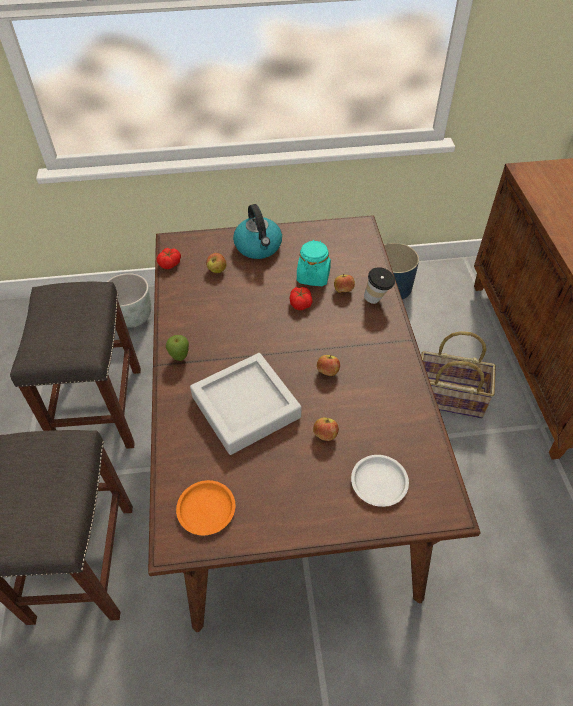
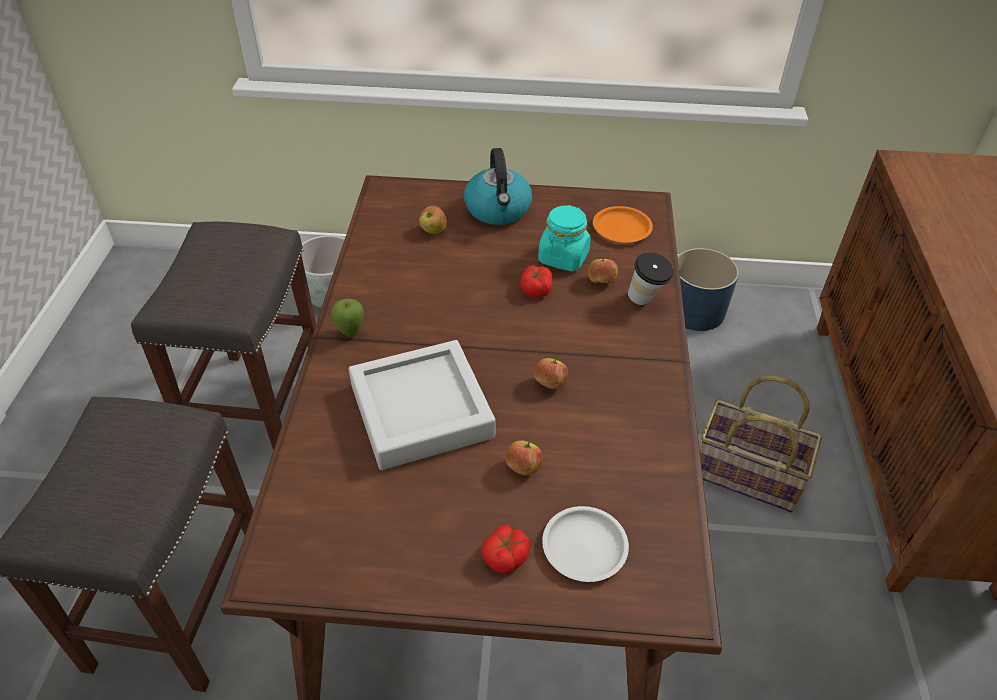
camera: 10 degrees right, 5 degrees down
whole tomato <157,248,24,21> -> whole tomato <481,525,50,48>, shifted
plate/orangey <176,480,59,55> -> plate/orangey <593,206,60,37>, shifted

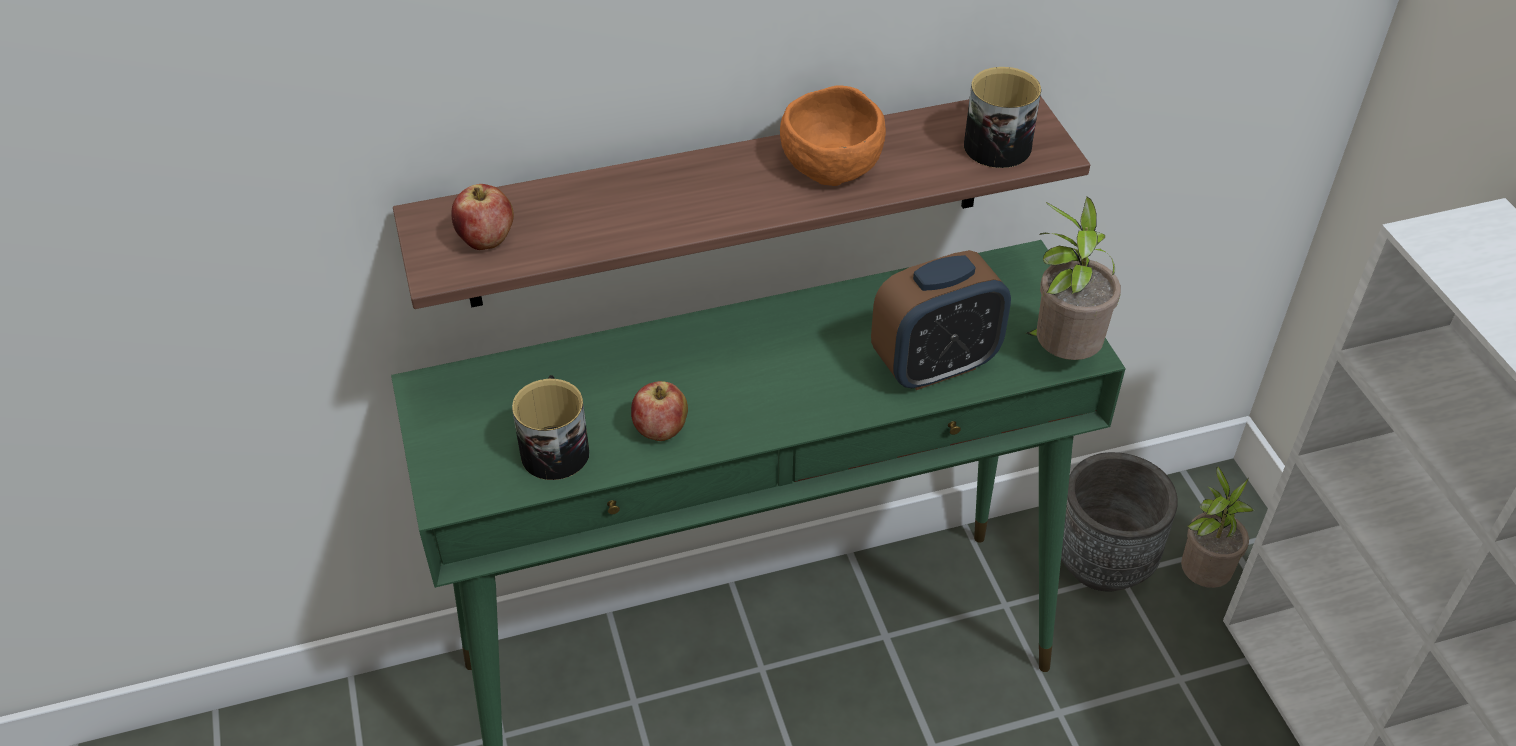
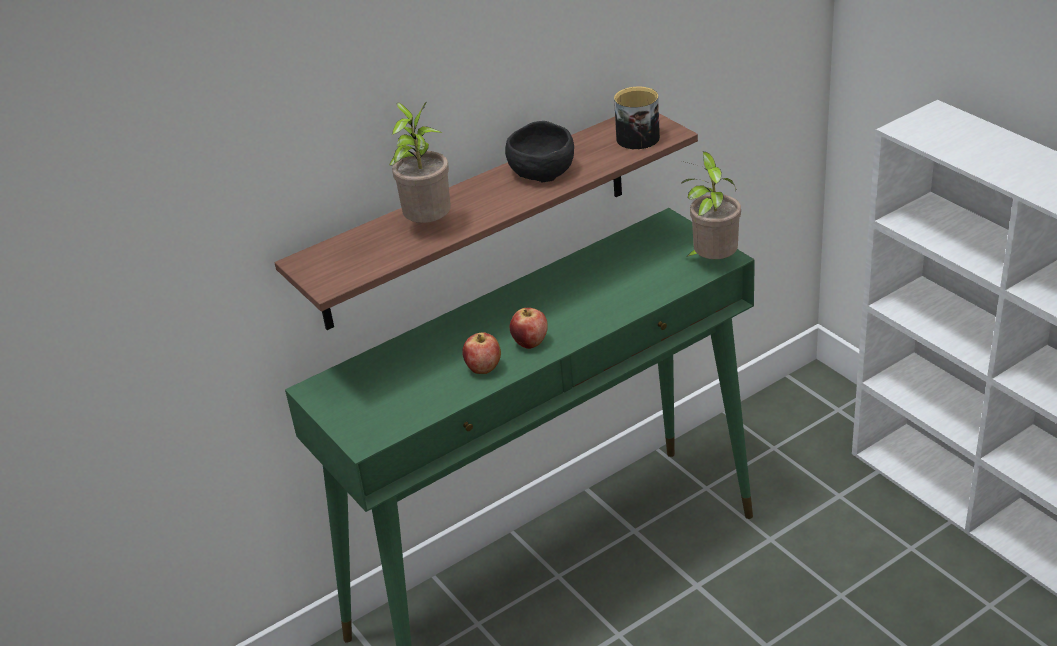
camera: 15 degrees left, 10 degrees down
bowl/orangey <780,85,106,101> -> bowl/black <505,121,69,61>
whole apple <451,184,63,66> -> whole apple <510,308,38,41>, shifted
table clock <871,250,140,140> -> none
coffee mug <512,375,77,105> -> none
flower pot/grey <1061,452,117,140> -> none
potted plant <1181,466,73,122> -> potted plant <389,102,62,121>, shifted

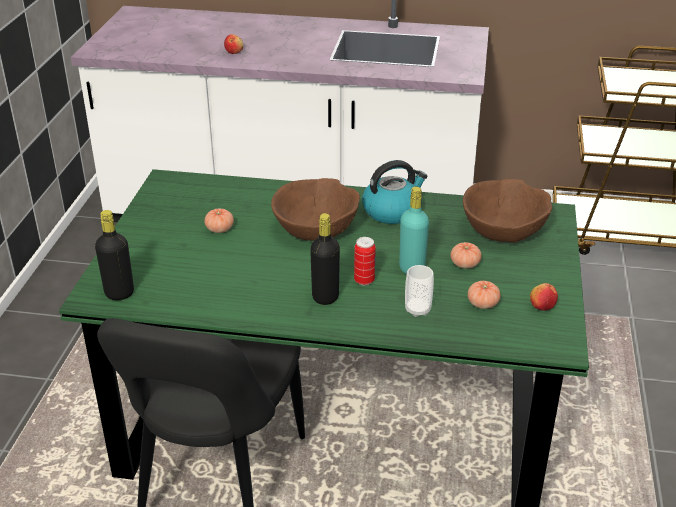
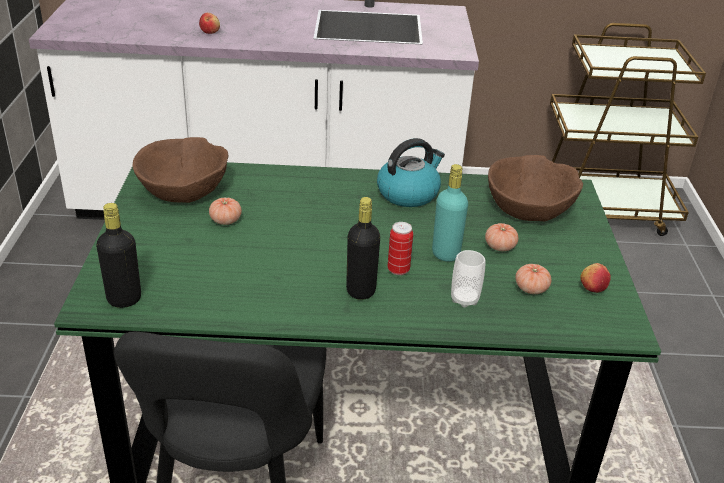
camera: 10 degrees left, 0 degrees up
bowl/brownish <271,178,89,63> -> bowl/brownish <133,137,95,66>, shifted

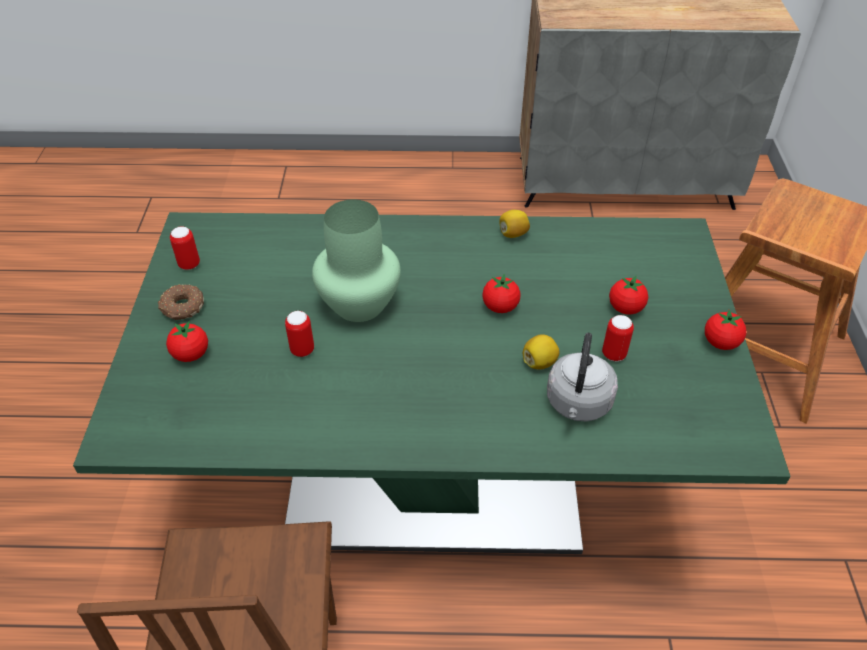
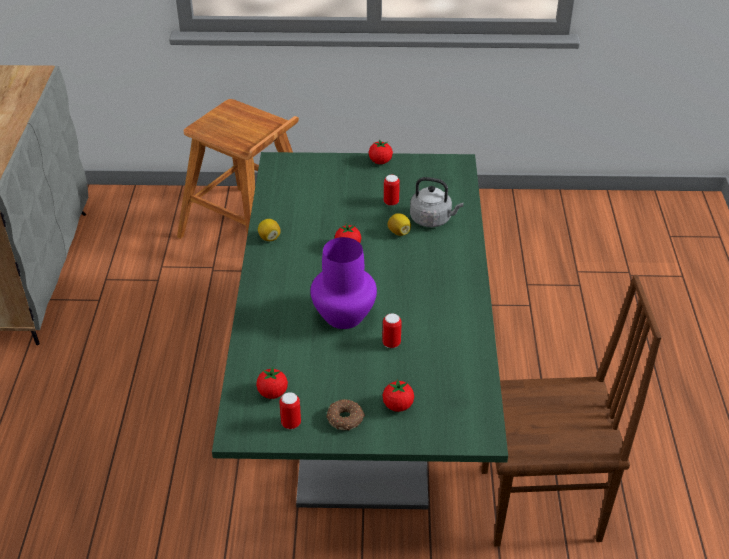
camera: 90 degrees left, 5 degrees down
vase/green <312,199,89,123> -> vase/purple <310,237,67,92>
whole tomato <609,276,39,38> -> whole tomato <256,367,32,32>, shifted

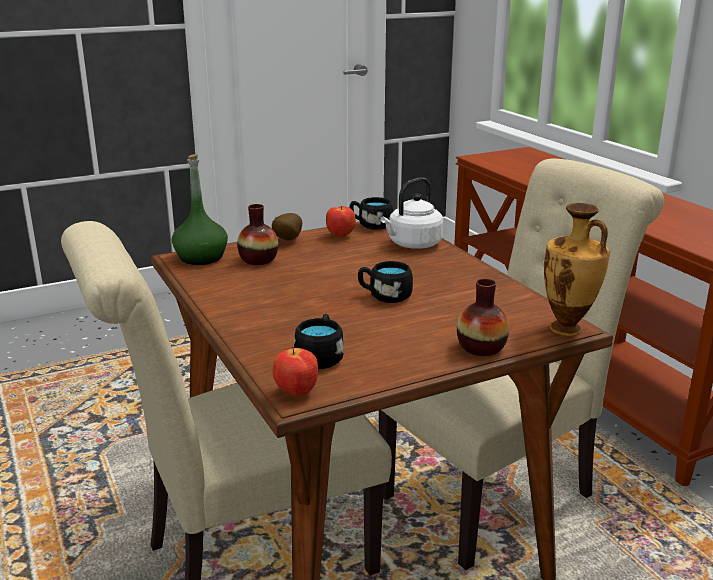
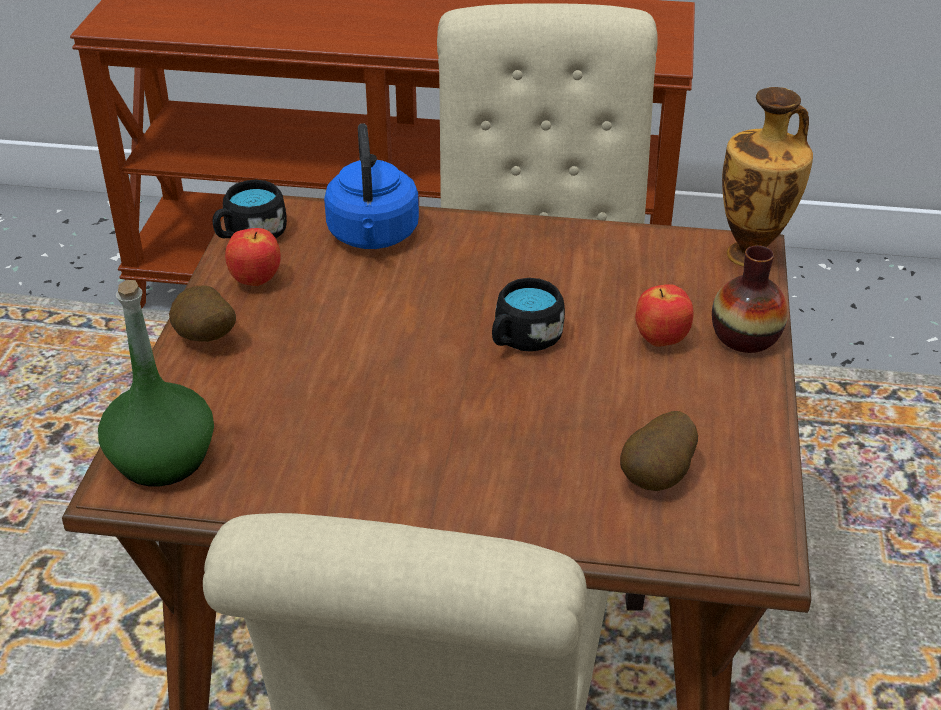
camera: 55 degrees left, 15 degrees up
tea kettle/white <380,177,63,72> -> tea kettle/blue <324,123,95,126>
vase <237,204,41,61> -> none
coffee mug/black <294,314,50,55> -> whole potato <620,411,78,80>
whole apple <273,347,45,50> -> whole apple <635,284,58,63>, shifted

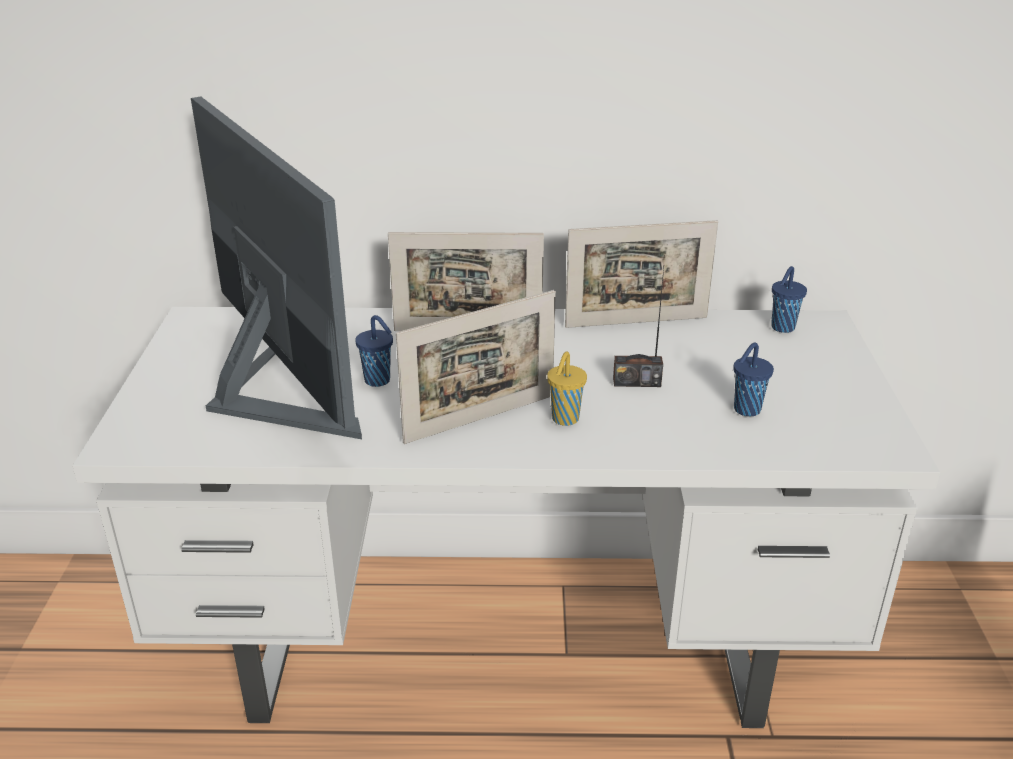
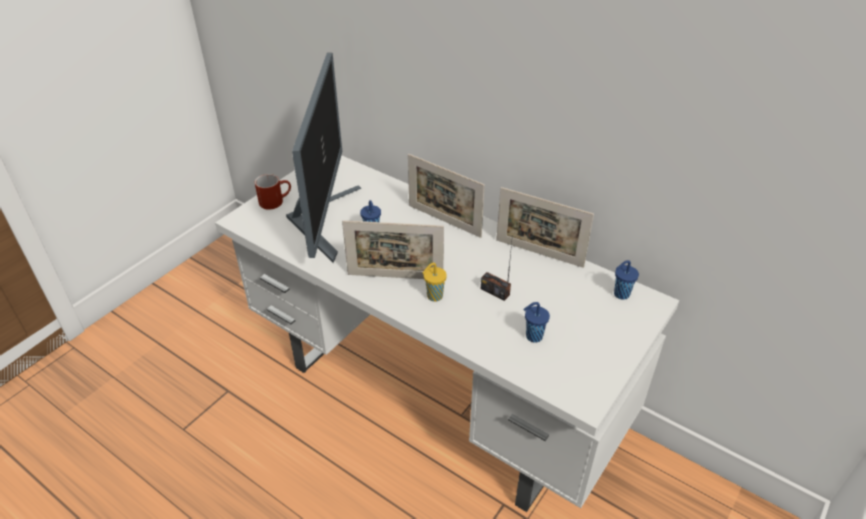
camera: 35 degrees right, 10 degrees up
none -> coffee mug/red <255,174,36,35>

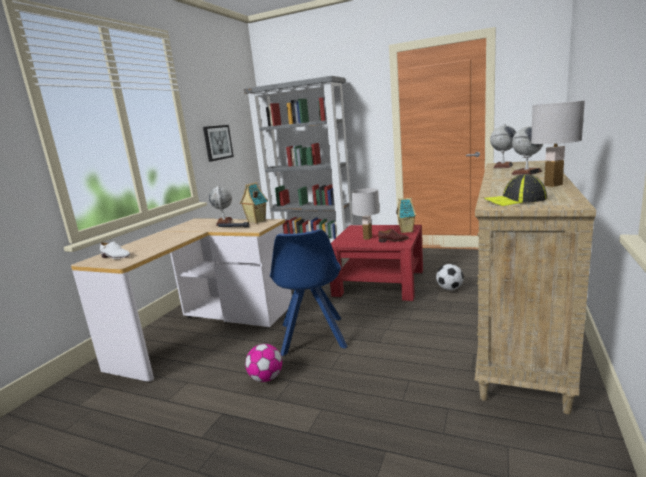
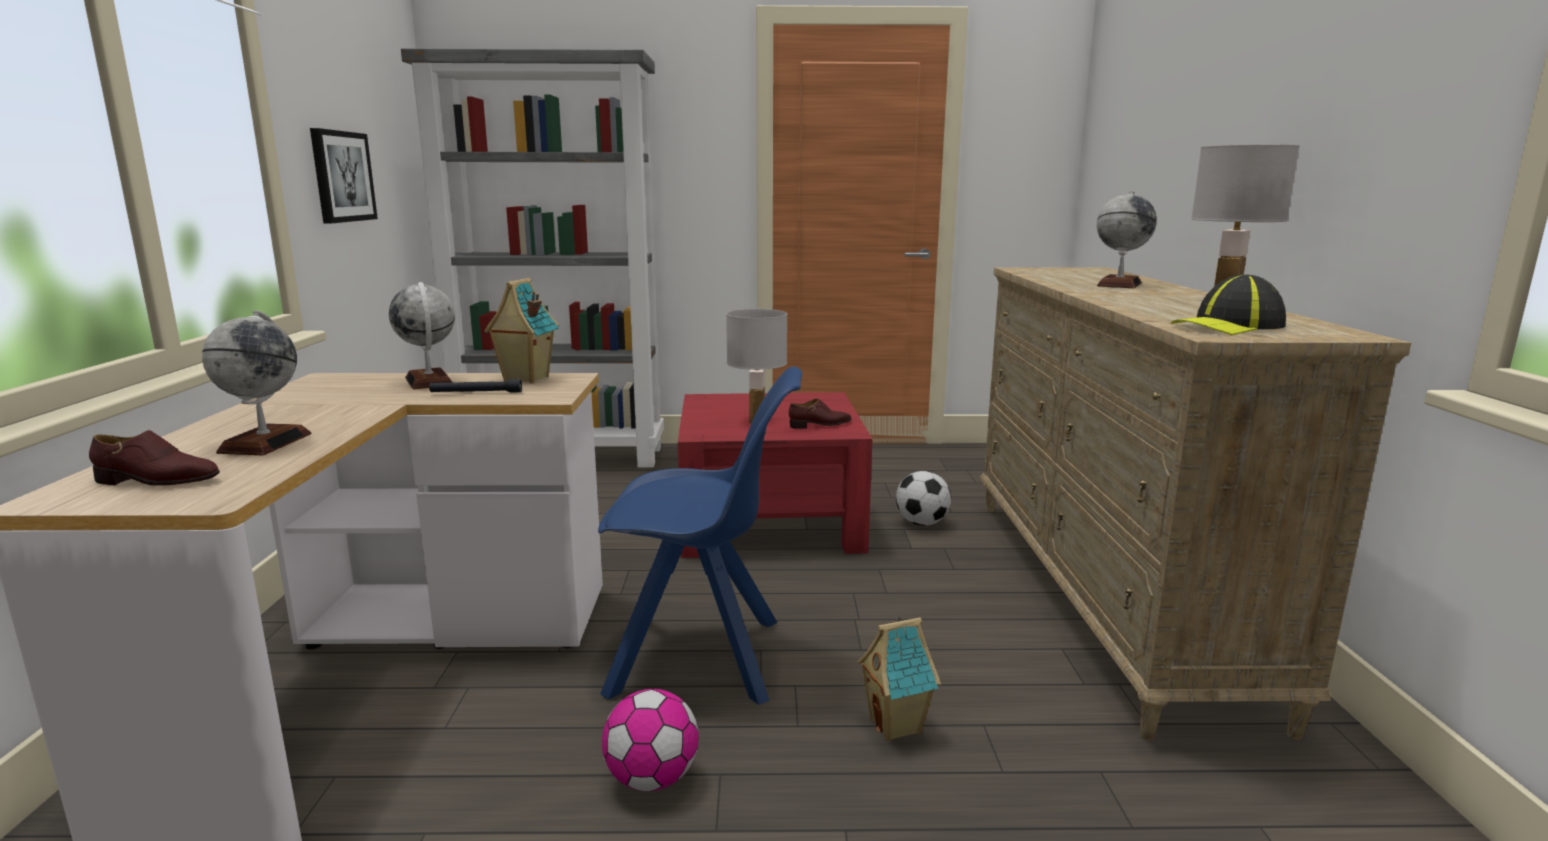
camera: 25 degrees left, 0 degrees up
desk globe <490,124,26,44> -> desk globe <202,310,110,145>, shifted
model house <396,198,20,35> -> model house <857,616,84,125>, shifted
plain chair/blue <270,229,78,127> -> plain chair/blue <598,366,204,339>, 60 degrees counterclockwise
item of footwear/white <100,241,30,18> -> item of footwear/brownish <89,430,131,56>

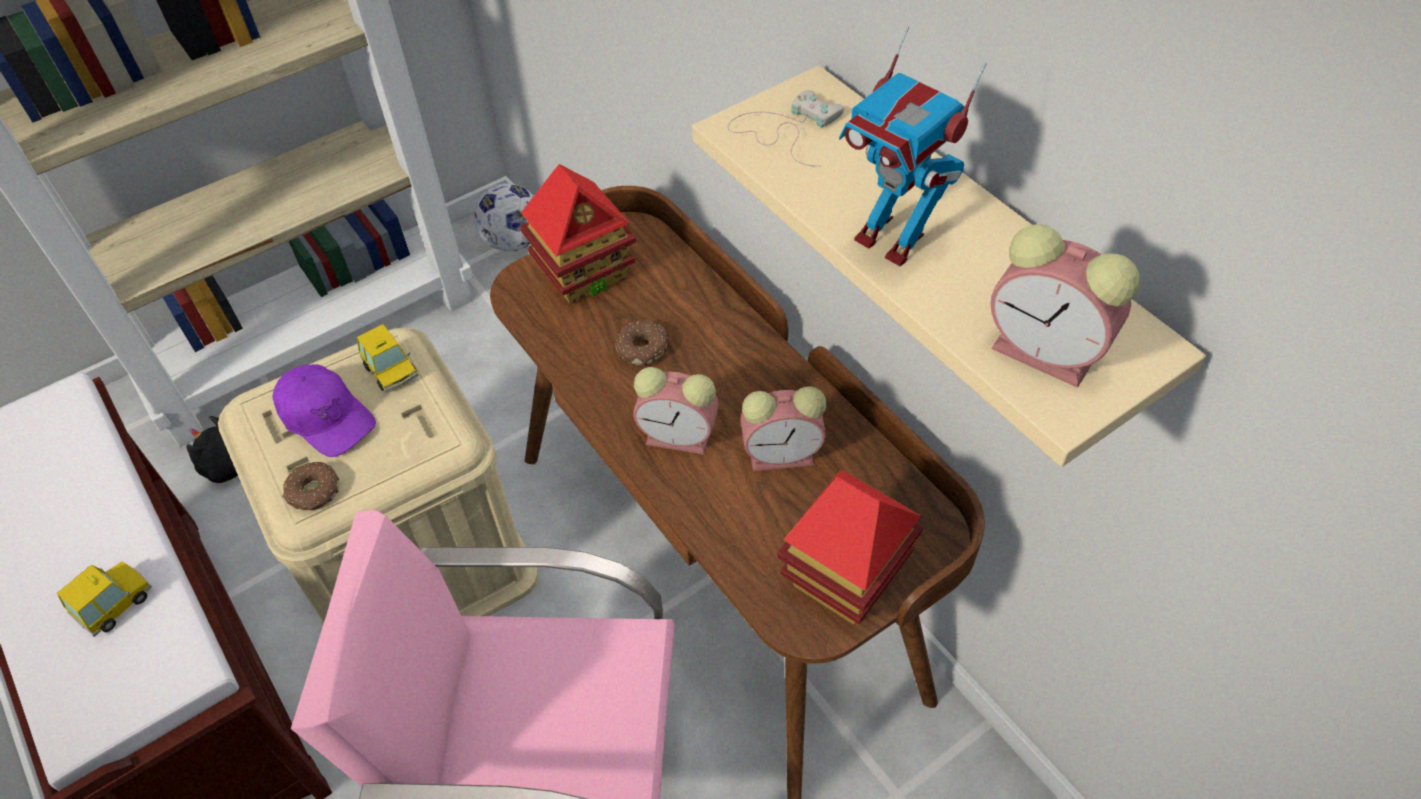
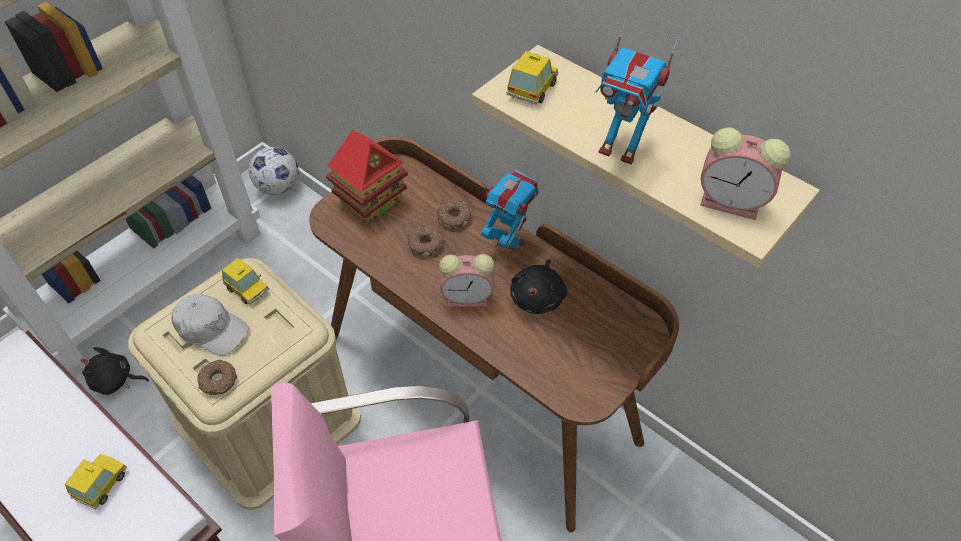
camera: 15 degrees left, 0 degrees up
gamepad/white <728,90,116,76> -> miniature car <506,51,52,54>
baseball cap/purple <272,364,104,93> -> baseball cap/white <172,293,77,63>
table clock <741,386,85,85> -> plush toy/black <510,259,57,55>
model house <777,470,146,155> -> none
none -> robot figure <481,170,58,85>
none -> donut <437,199,34,30>

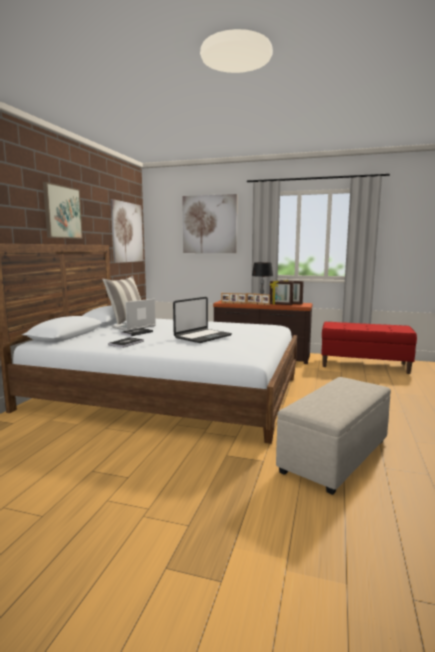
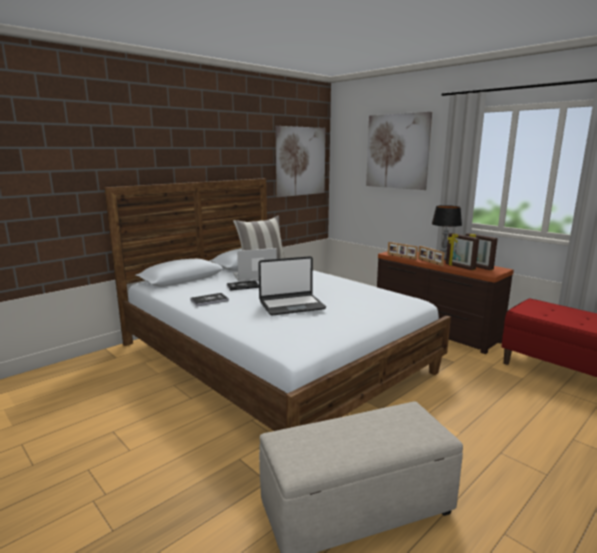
camera: 30 degrees right, 5 degrees up
picture <43,182,40,57> -> none

